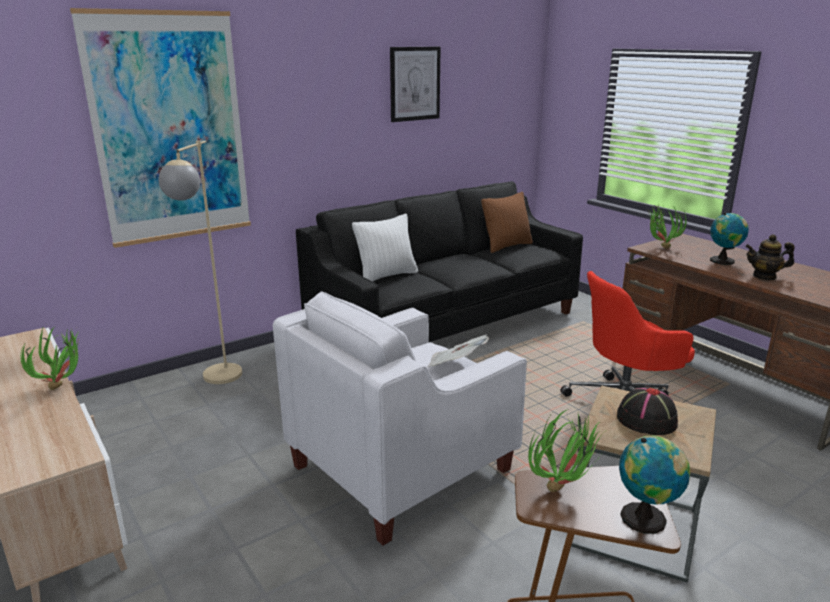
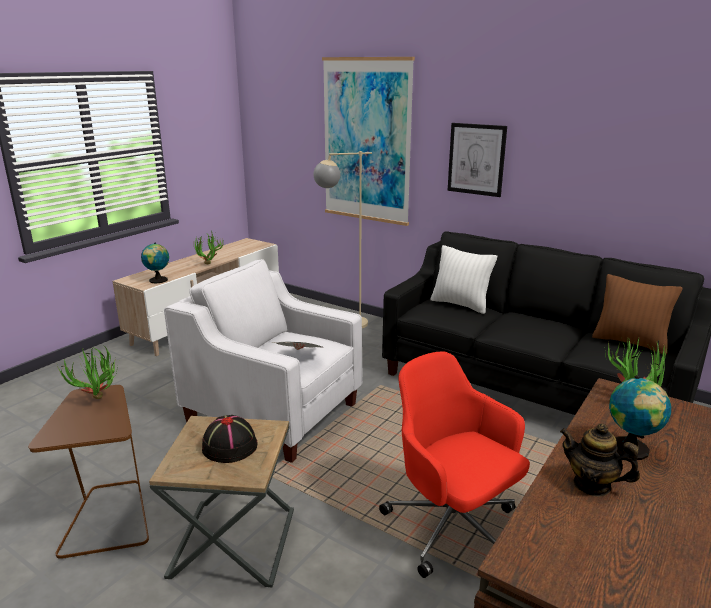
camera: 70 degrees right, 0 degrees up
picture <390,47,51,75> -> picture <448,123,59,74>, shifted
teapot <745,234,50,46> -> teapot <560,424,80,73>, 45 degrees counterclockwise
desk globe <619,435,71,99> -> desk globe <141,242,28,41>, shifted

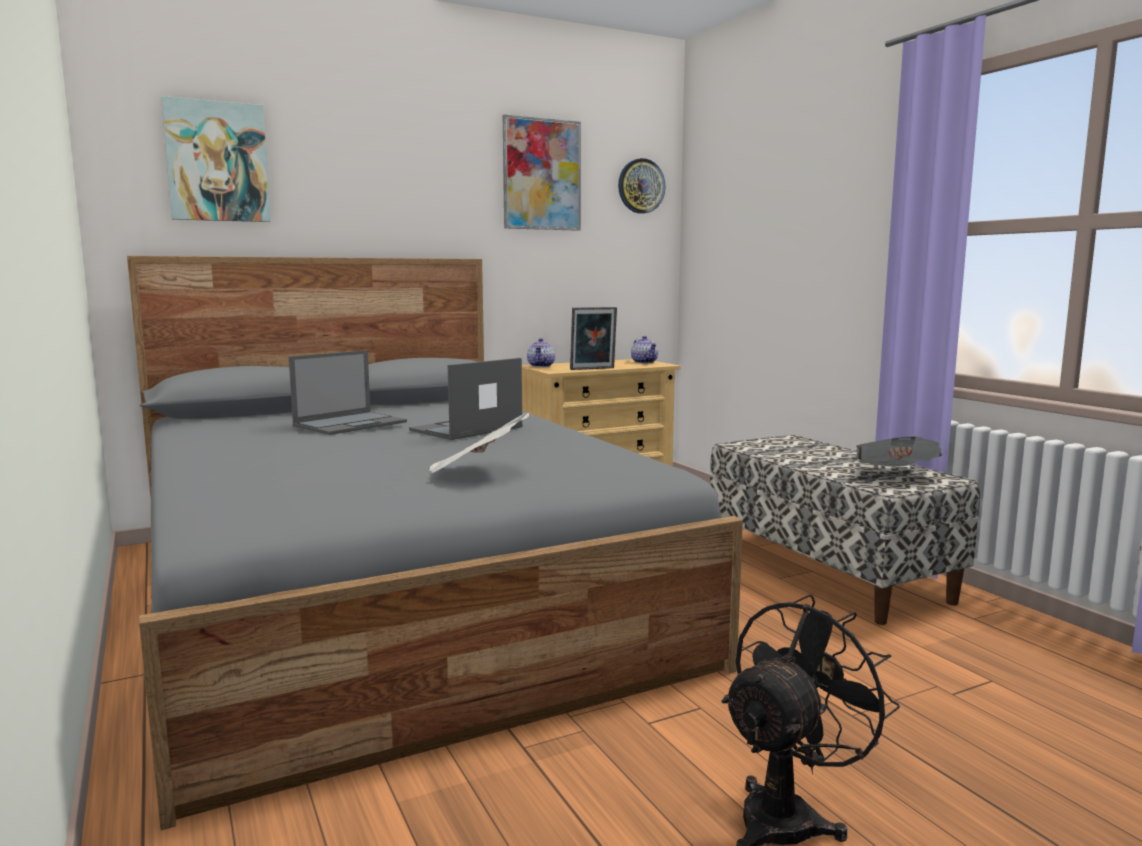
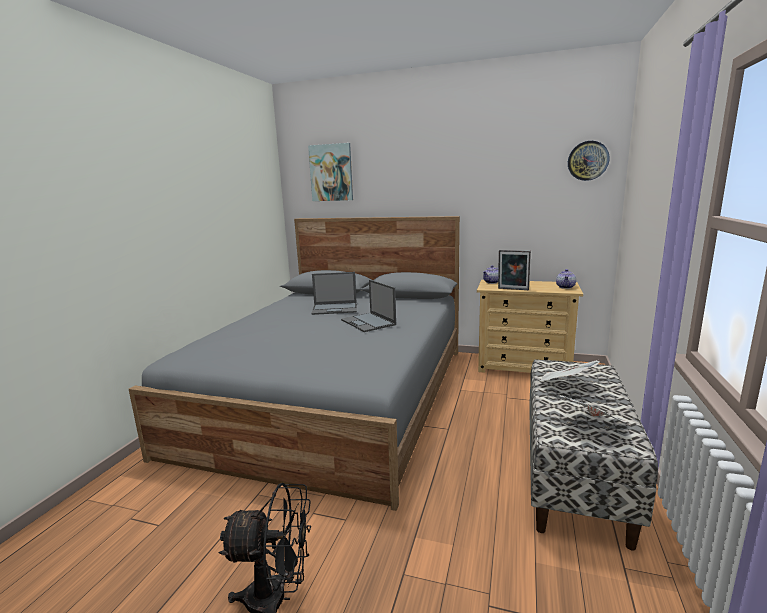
camera: 45 degrees right, 5 degrees up
picture <503,114,78,117> -> none
notebook computer <409,358,113,82> -> notebook computer <341,280,55,52>, 120 degrees counterclockwise
daily paper <430,413,99,61> -> daily paper <538,360,62,22>, shifted

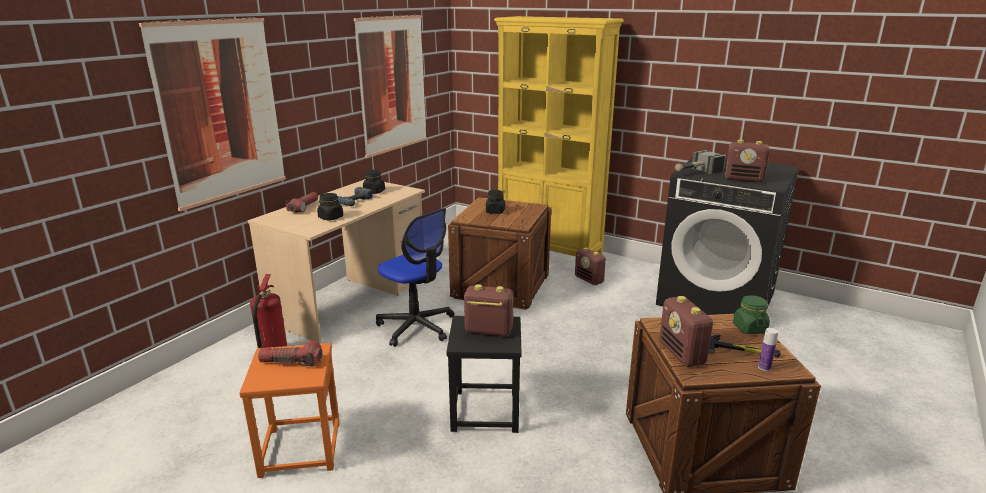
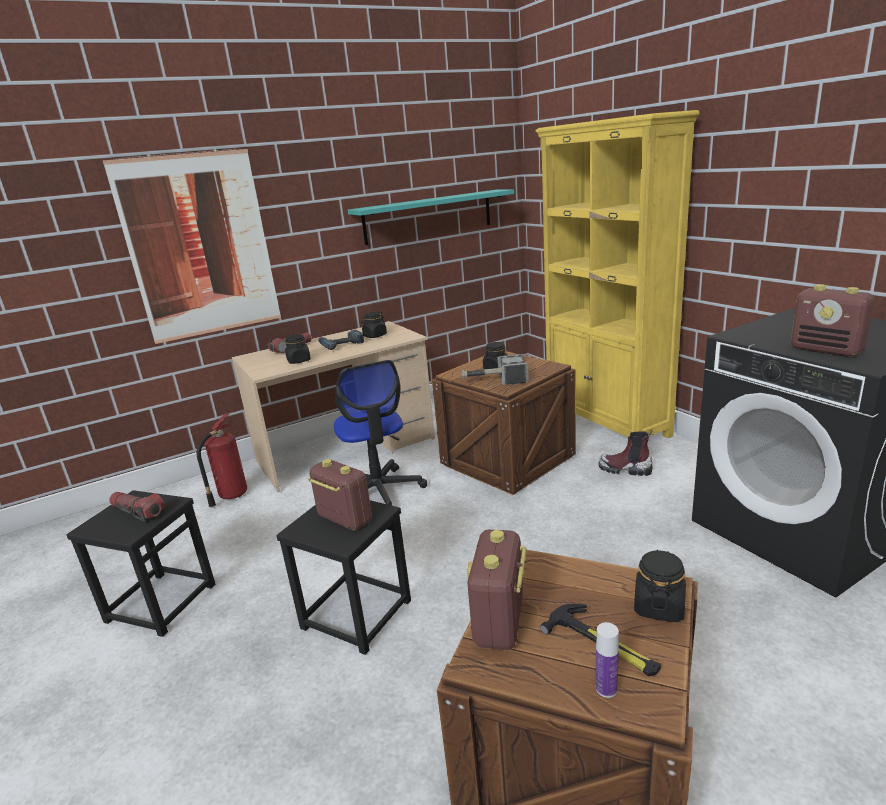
camera: 30 degrees right, 0 degrees up
picture <354,15,73,143> -> bracket shelf/turquoise-coloured <348,189,166,56>
hand hammer <675,150,51,24> -> hand hammer <461,354,68,31>, shifted
radio receiver <575,247,31,38> -> high-top boot <599,430,54,46>
preserve jar/green <733,295,37,39> -> preserve jar/black <634,550,52,72>
stool/orangey <239,343,101,135> -> stool/black <67,490,149,147>

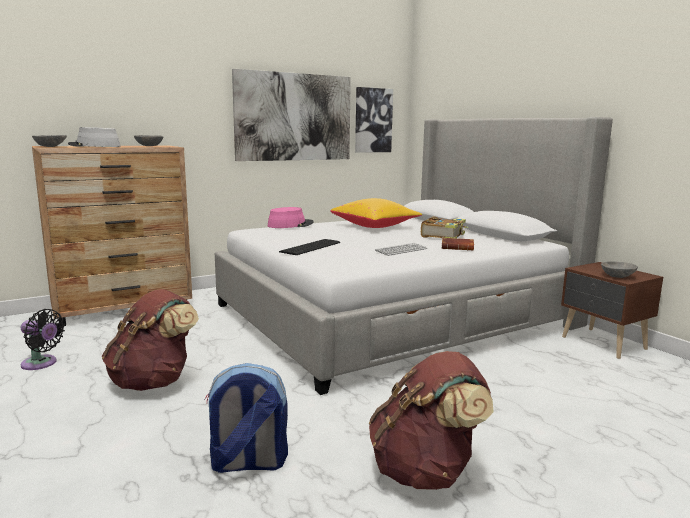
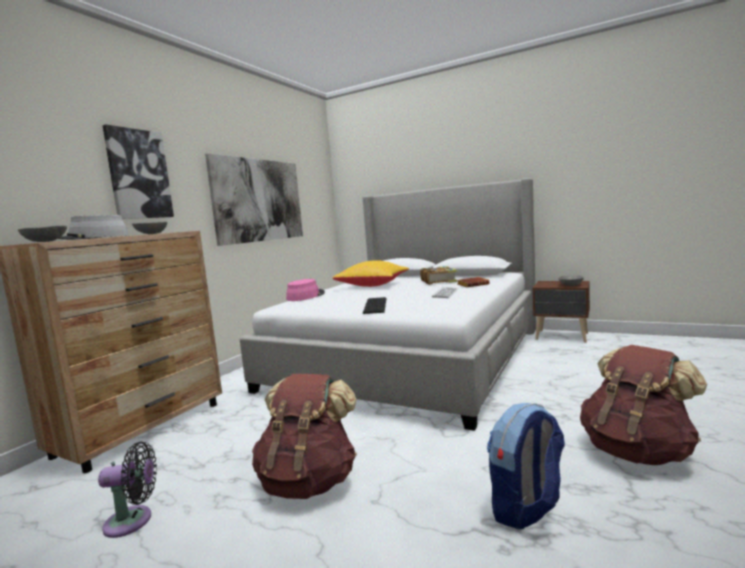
camera: 30 degrees left, 5 degrees down
picture <355,87,38,66> -> picture <102,125,72,94>, shifted

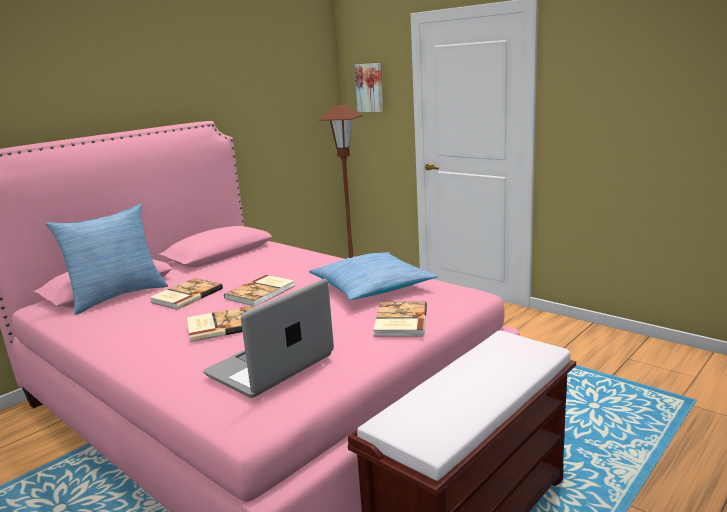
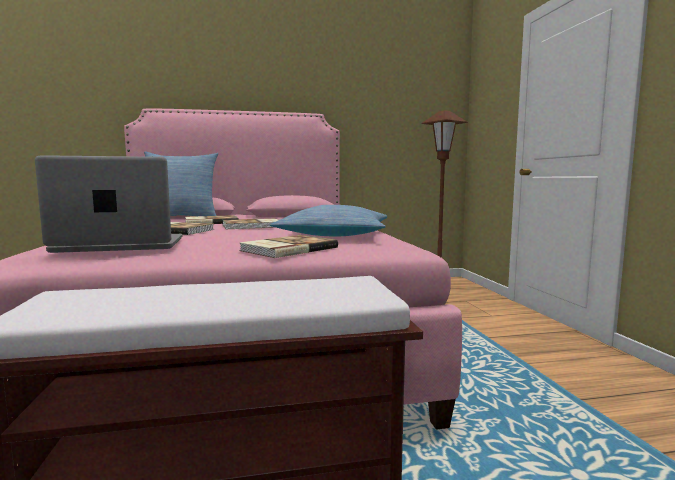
camera: 35 degrees right, 10 degrees down
picture <355,63,28,49> -> none

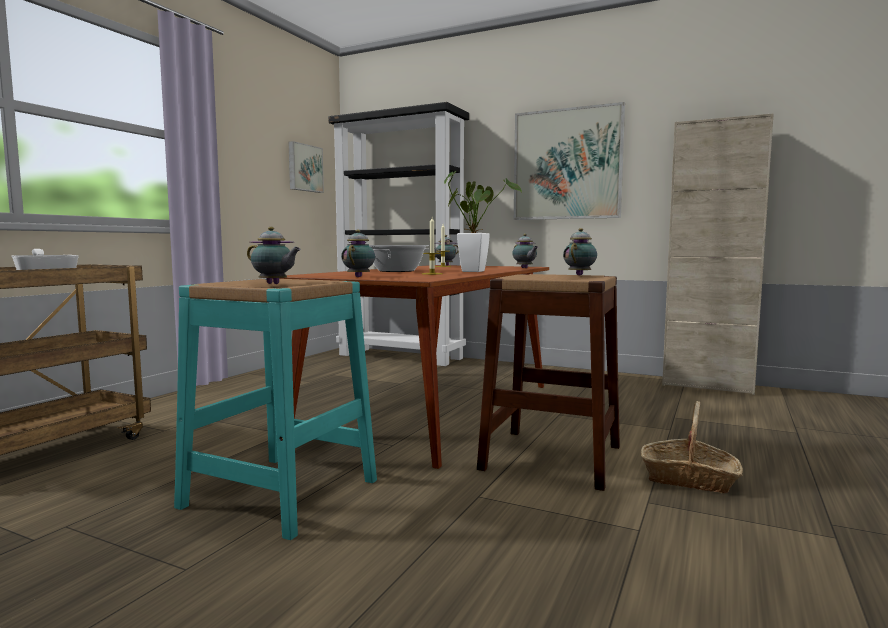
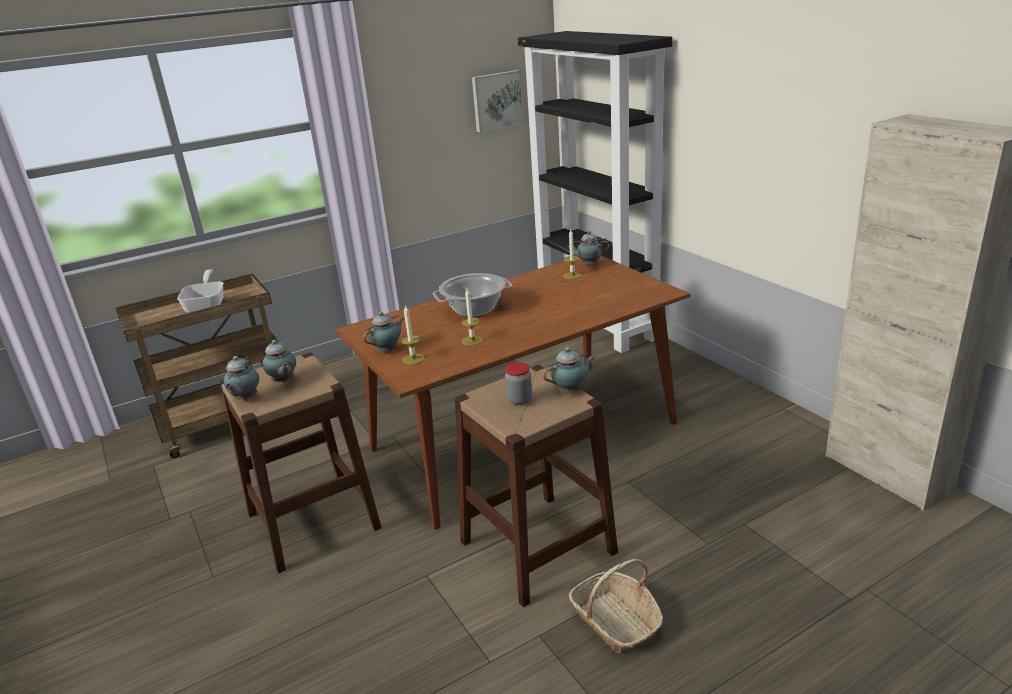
camera: 35 degrees right, 20 degrees up
picture <514,102,111,118> -> none
potted plant <444,171,78,101> -> none
teapot <512,234,26,34> -> teapot <224,356,35,44>, shifted
stool/turquoise-coloured <174,279,203,261> -> stool/brownish <219,352,163,221>
none -> wax light <401,305,23,59>
none -> preserve jar <505,362,27,43>

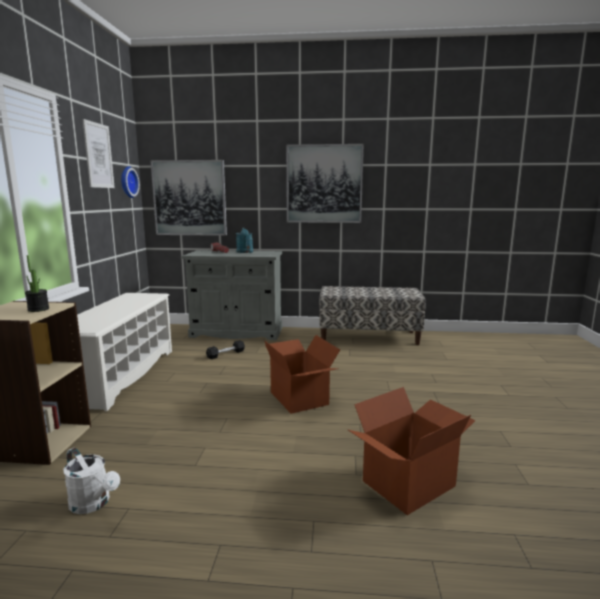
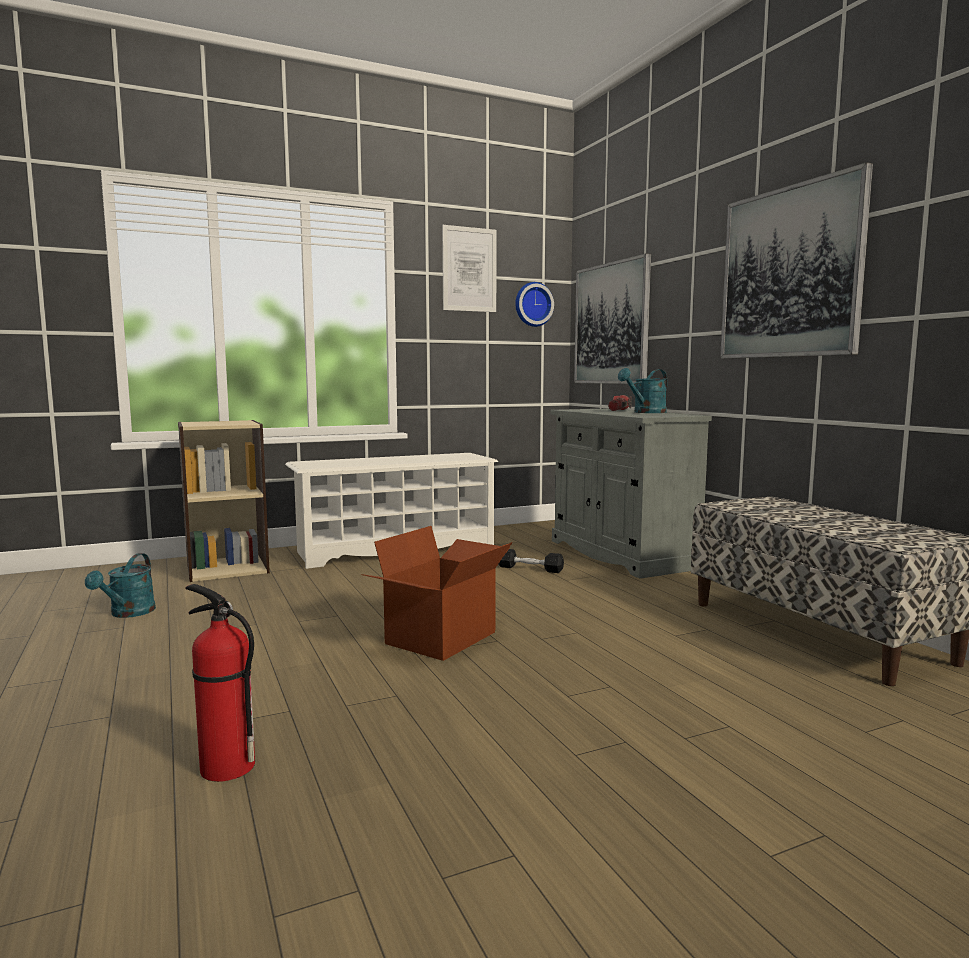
camera: 60 degrees right, 5 degrees down
potted plant <25,255,24,57> -> none
cardboard box <348,387,128,128> -> extinguisher <185,584,70,198>
sprinkling can/white <63,448,57,66> -> sprinkling can/turquoise-coloured <85,553,71,65>

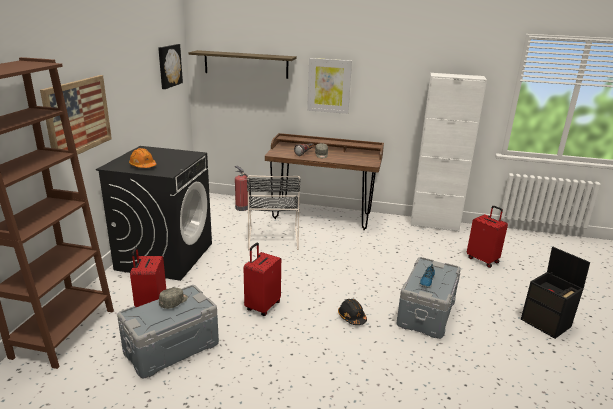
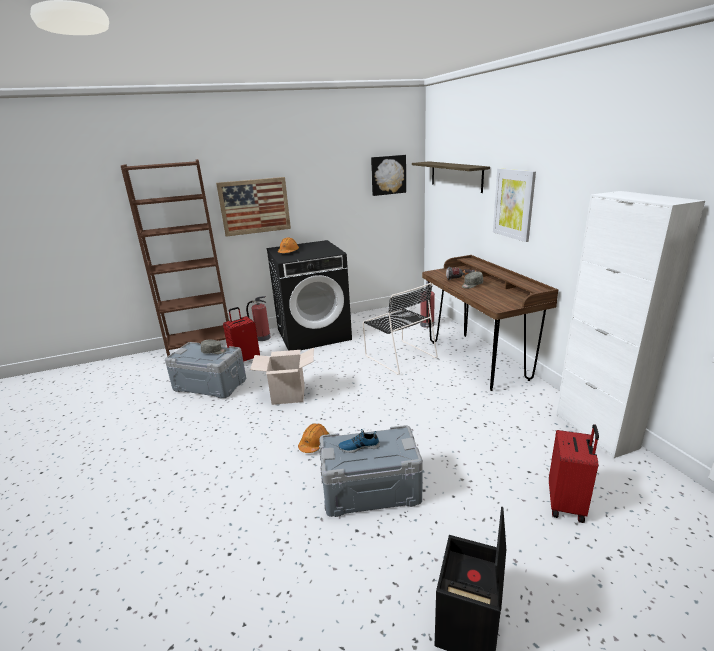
camera: 60 degrees right, 0 degrees up
plain chair/black <247,175,54,75> -> plain chair/black <363,283,75,92>, 90 degrees counterclockwise
suitcase/red <244,243,37,73> -> cardboard box <250,348,64,57>
safety helmet/black <338,299,29,26> -> safety helmet/orangey <298,423,31,30>
none -> extinguisher <246,296,25,45>

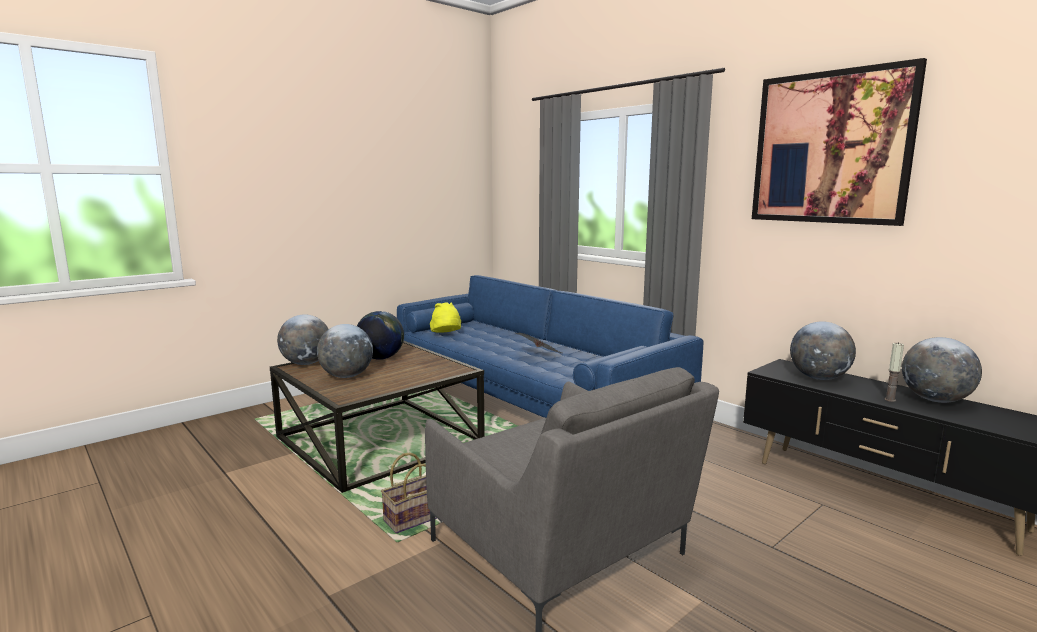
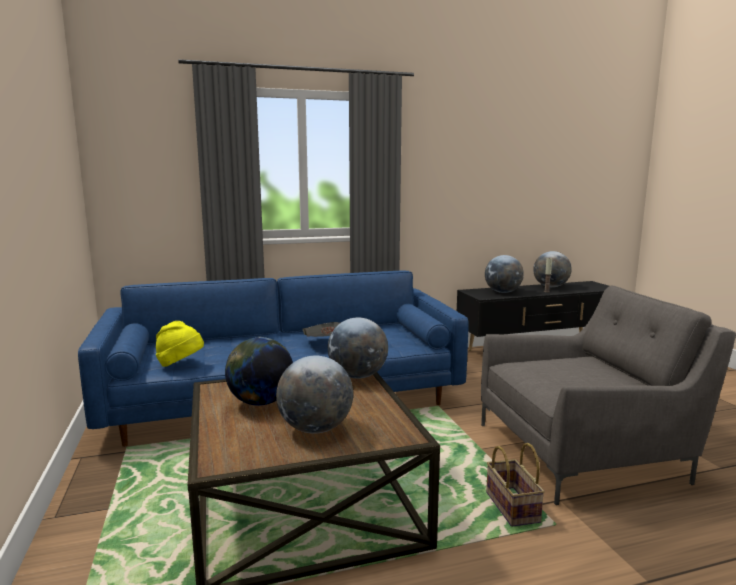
camera: 65 degrees left, 0 degrees up
picture <752,58,175,168> -> none
desk globe <277,314,51,51> -> desk globe <328,317,60,62>, shifted

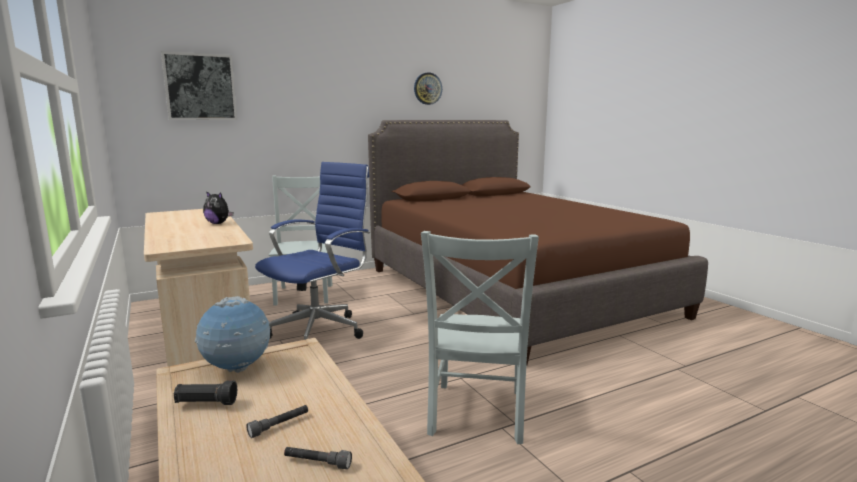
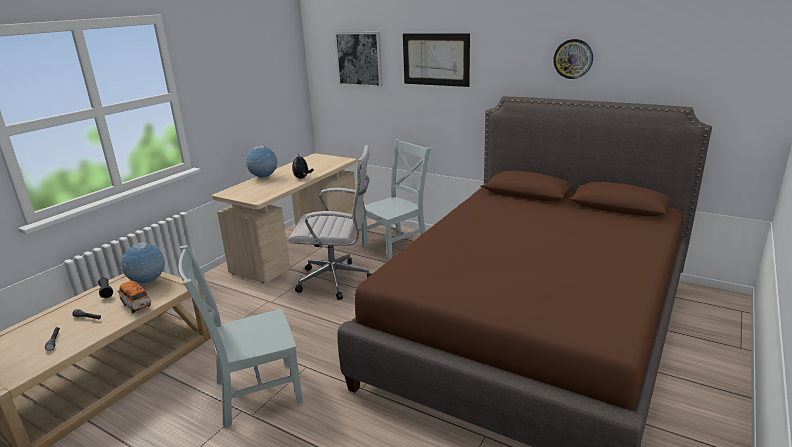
camera: 60 degrees right, 10 degrees up
desk chair/blue <255,162,115,178> -> desk chair/white <288,145,84,155>
none -> picture <403,33,67,54>
none -> desk globe <246,145,31,34>
none -> miniature car <118,281,33,32>

